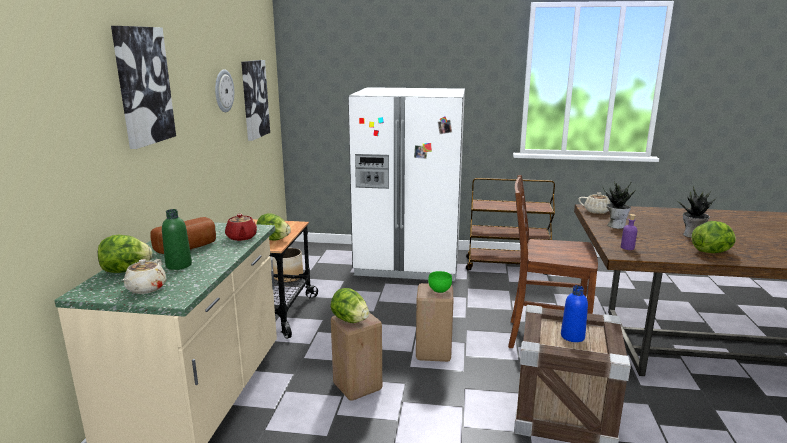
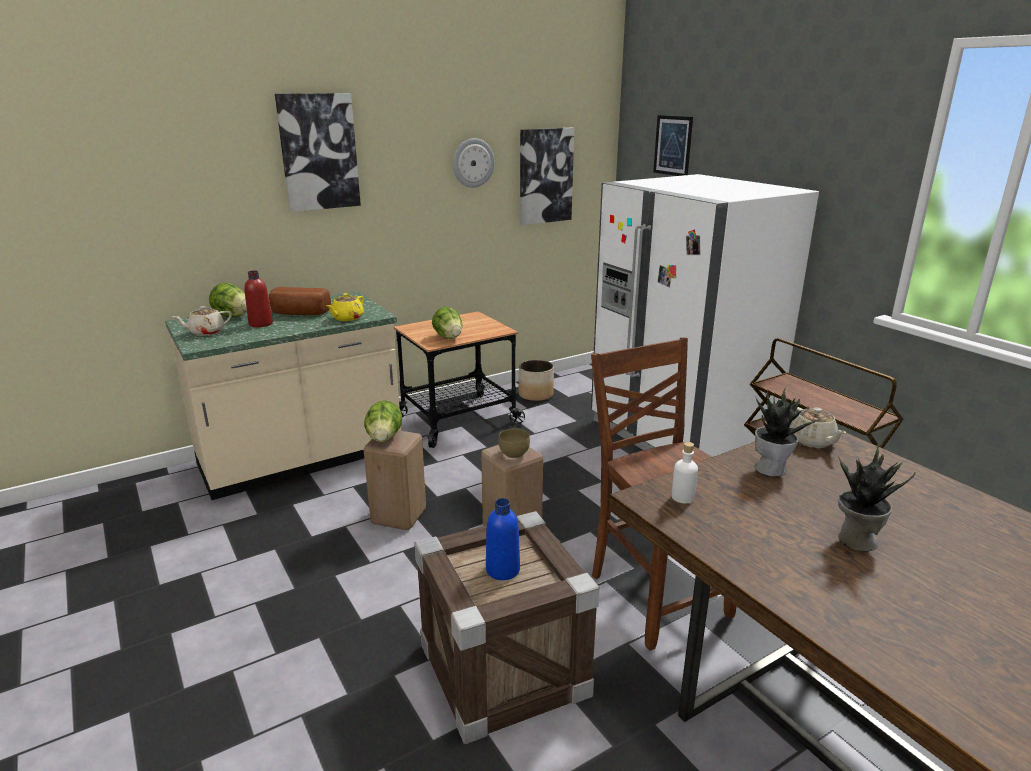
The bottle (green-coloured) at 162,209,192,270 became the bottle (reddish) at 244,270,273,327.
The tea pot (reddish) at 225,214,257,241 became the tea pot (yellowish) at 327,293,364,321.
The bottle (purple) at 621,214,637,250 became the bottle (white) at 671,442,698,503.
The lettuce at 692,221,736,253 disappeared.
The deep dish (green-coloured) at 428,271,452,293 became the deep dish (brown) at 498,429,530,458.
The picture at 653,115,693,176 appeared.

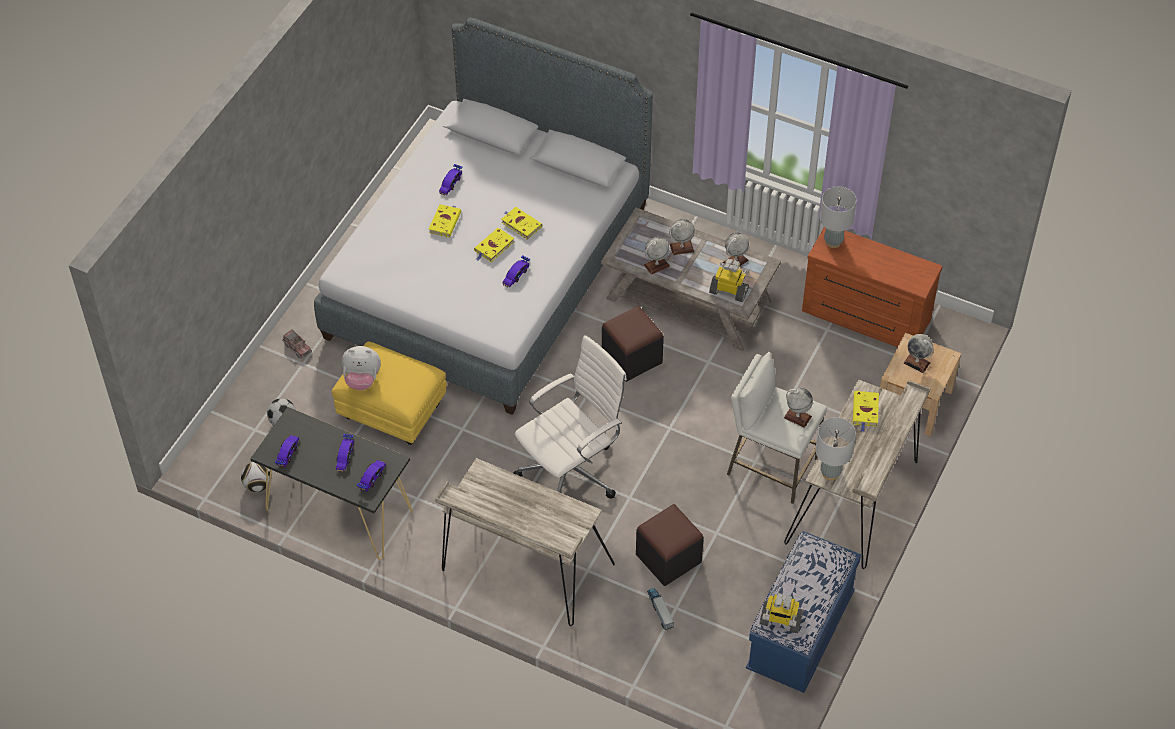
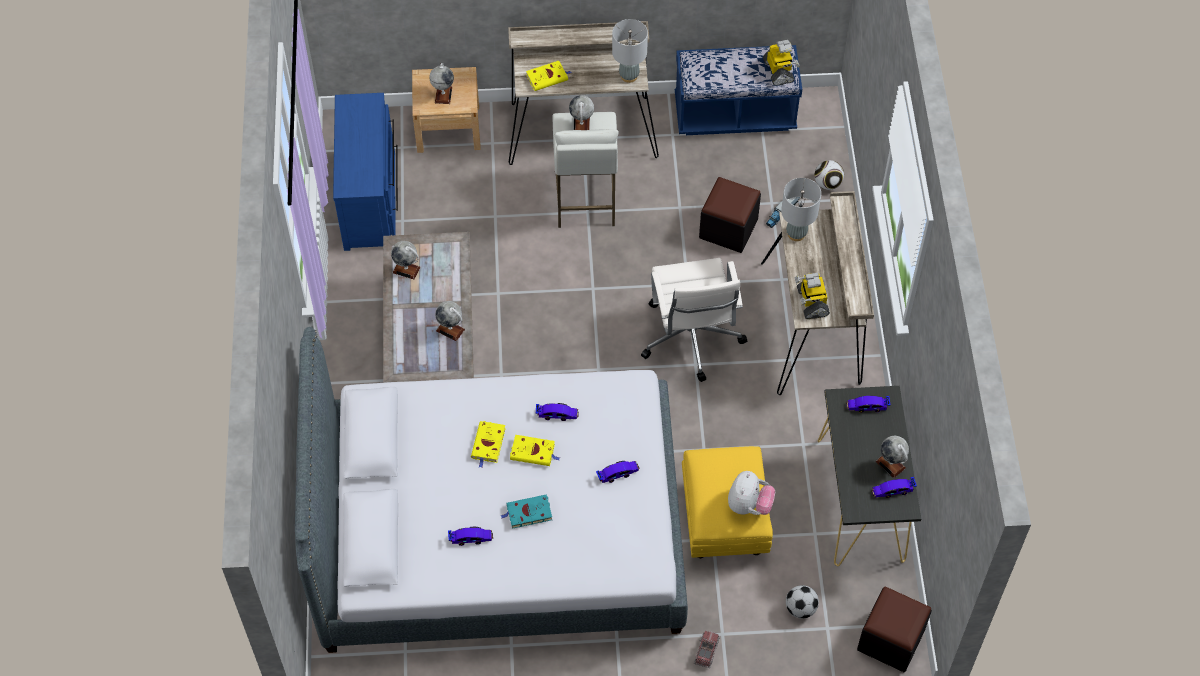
The tabletop lamp (gray) moved from 820,187,857,248 to 781,178,821,241.
The bound book (yellowish) at 429,204,461,238 became the bound book (turquoise-coloured) at 500,494,552,529.
The globe moved from 669,219,695,255 to 876,436,909,478.
The dresser (brown) at 802,227,943,347 became the dresser (blue) at 333,93,398,251.
The robot figure moved from 709,259,749,302 to 794,273,830,319.
The pouffe (black-coloured) moved from 602,306,664,382 to 857,586,932,672.
The desk chair (white) at 513,335,627,498 turned 120 degrees counterclockwise.
The soft toy at 342,346,381,390 turned 45 degrees clockwise.
The model car moved from 336,434,354,472 to 596,461,640,483.
The football moved from 241,462,272,492 to 814,160,844,190.

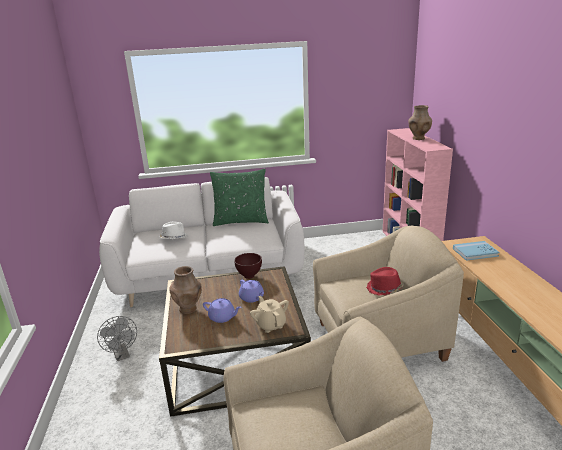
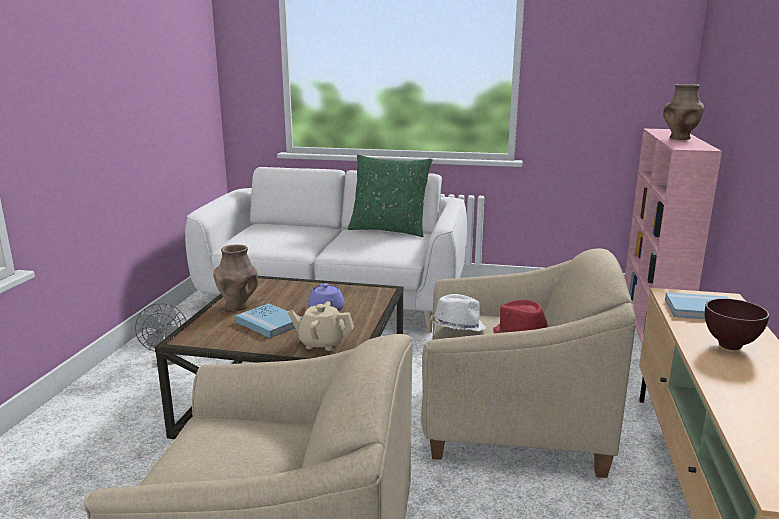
The clothing hat (white) moved from 160,222,188,239 to 430,294,486,331.
The deep dish (brown) moved from 234,253,262,279 to 705,298,769,350.
The tea pot (sand-coloured) at 250,296,289,333 turned 75 degrees counterclockwise.
The tea pot (purple) at 203,298,241,323 was replaced by the bound book (blue) at 235,303,302,338.

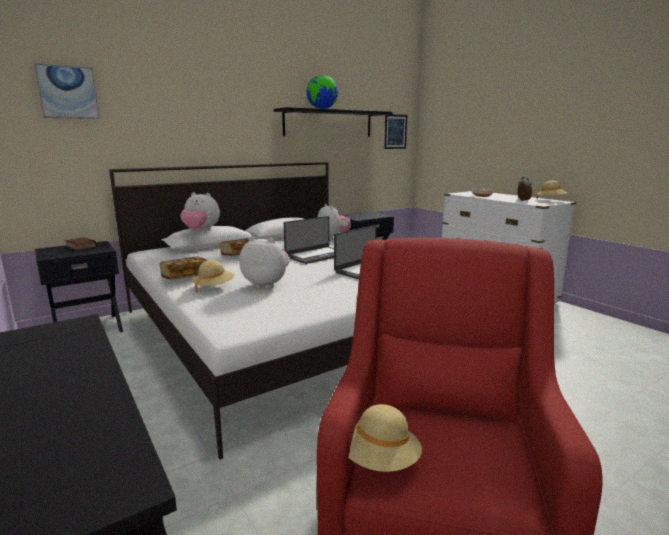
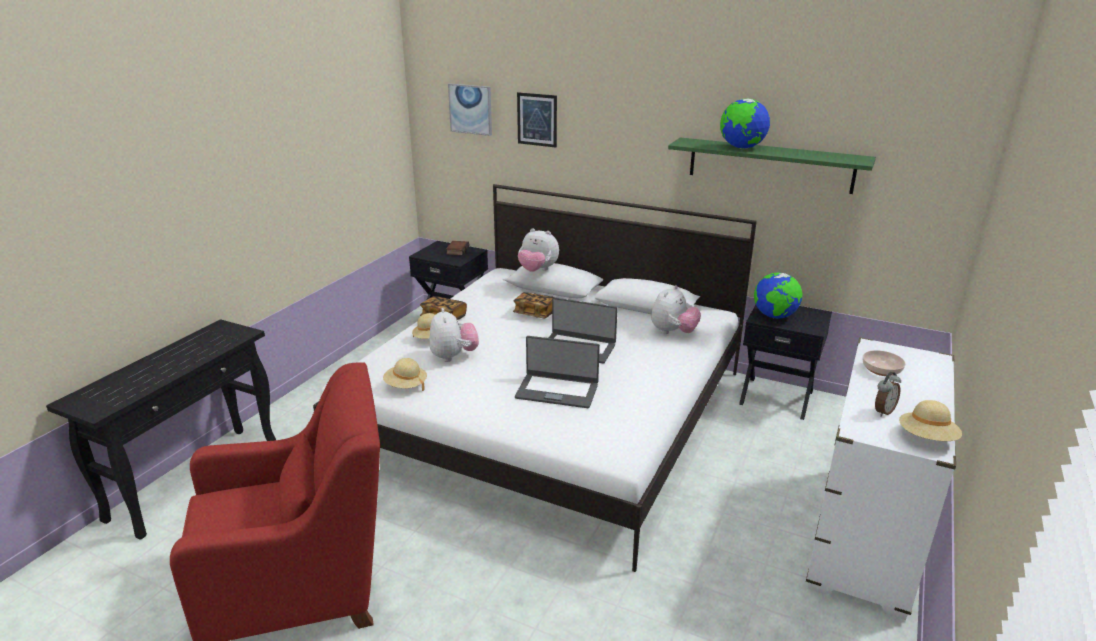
The shelf (black-coloured) at 273,107,392,137 became the shelf (green-coloured) at 668,137,876,194.
The picture moved from 384,114,407,149 to 517,92,557,148.
The soft toy at 180,193,220,231 turned 45 degrees counterclockwise.
The clothing hat (sand-coloured) moved from 348,404,422,472 to 383,358,427,391.
The globe at 754,272,802,319 appeared.

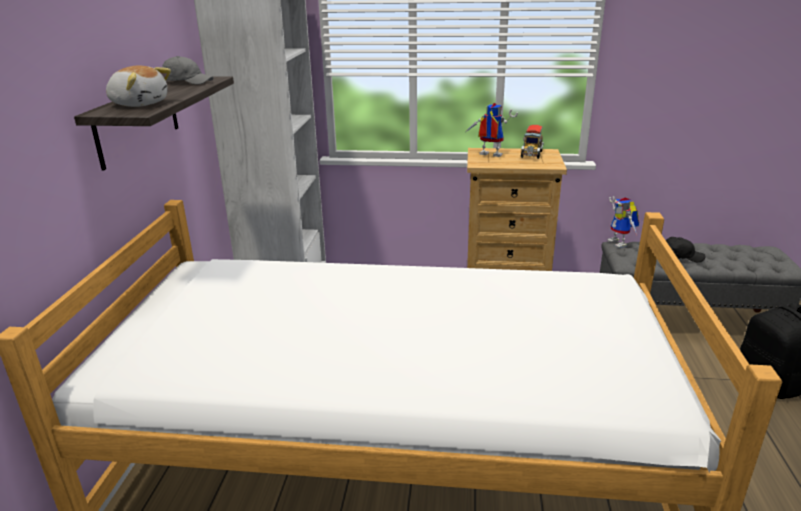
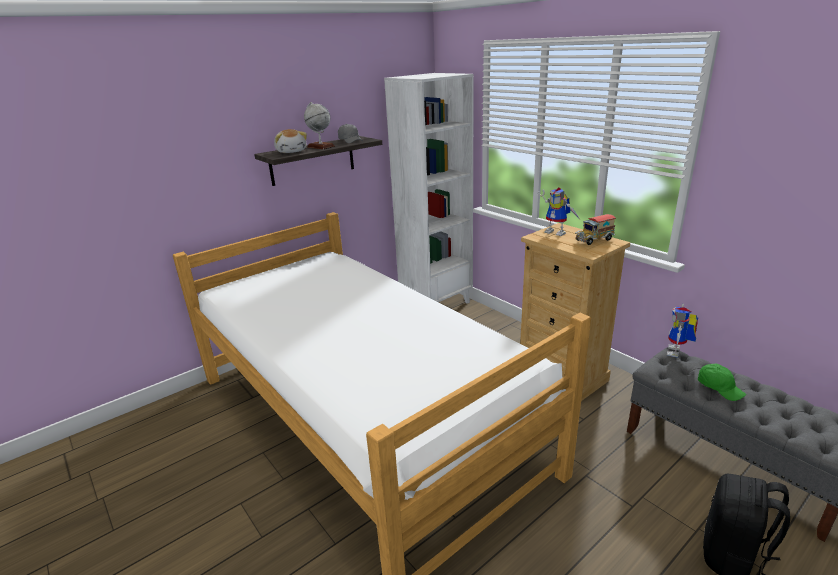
The robot figure at 467,103,518,157 turned 150 degrees clockwise.
The peaked cap (black-coloured) at 666,237,705,262 became the peaked cap (green-coloured) at 698,363,747,401.
The globe at 304,102,335,149 appeared.

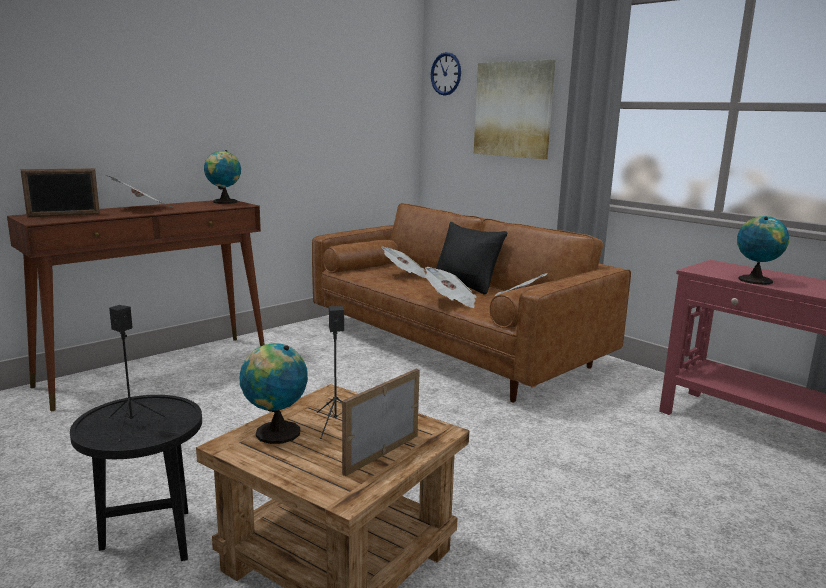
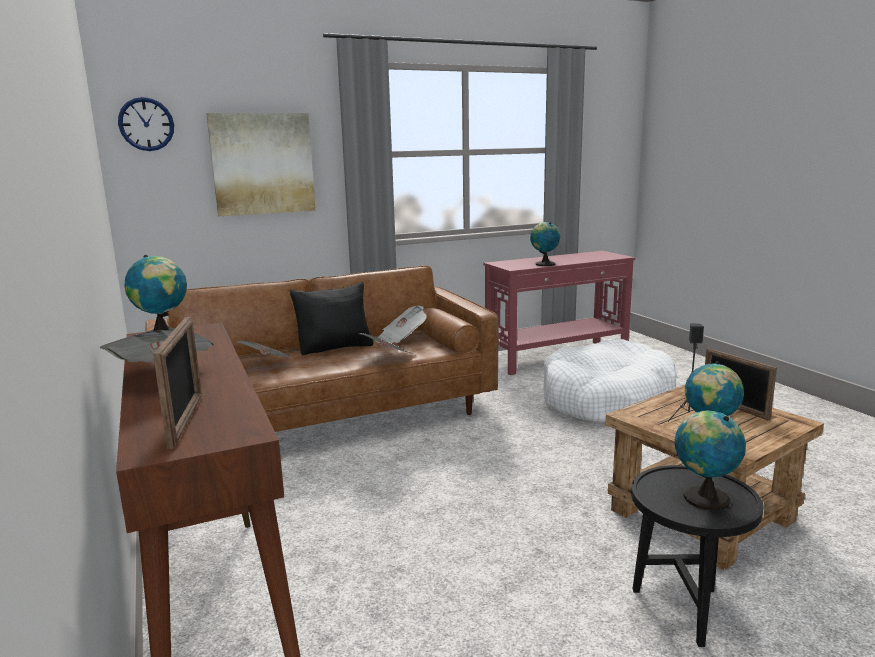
The speaker (black-coloured) at 109,305,167,442 was replaced by the globe at 675,411,746,510.
The dog cushion (white) at 543,339,677,423 appeared.

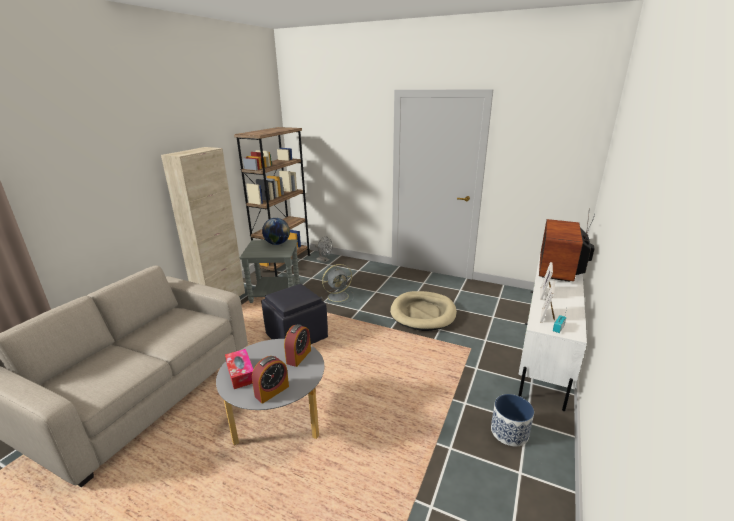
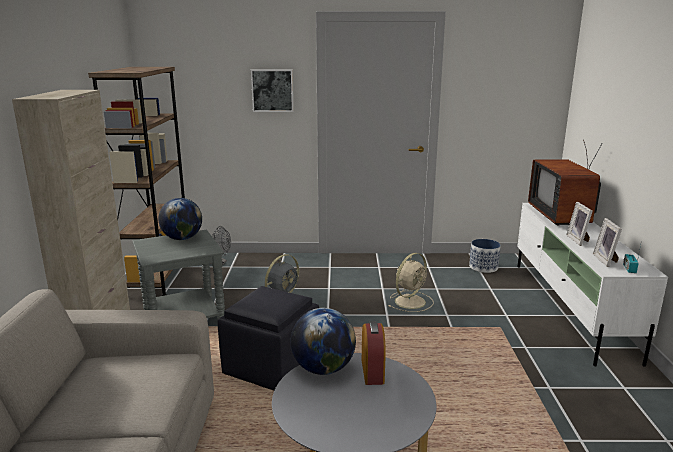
The dog cushion (sand-coloured) at 390,291,457,331 was replaced by the fan (sand-coloured) at 389,253,434,312.
The tissue box at 225,349,254,389 disappeared.
The table clock at 252,356,289,404 disappeared.
The planter moved from 491,394,534,446 to 469,239,501,273.
The picture at 251,69,294,112 appeared.
The globe at 291,308,356,375 appeared.

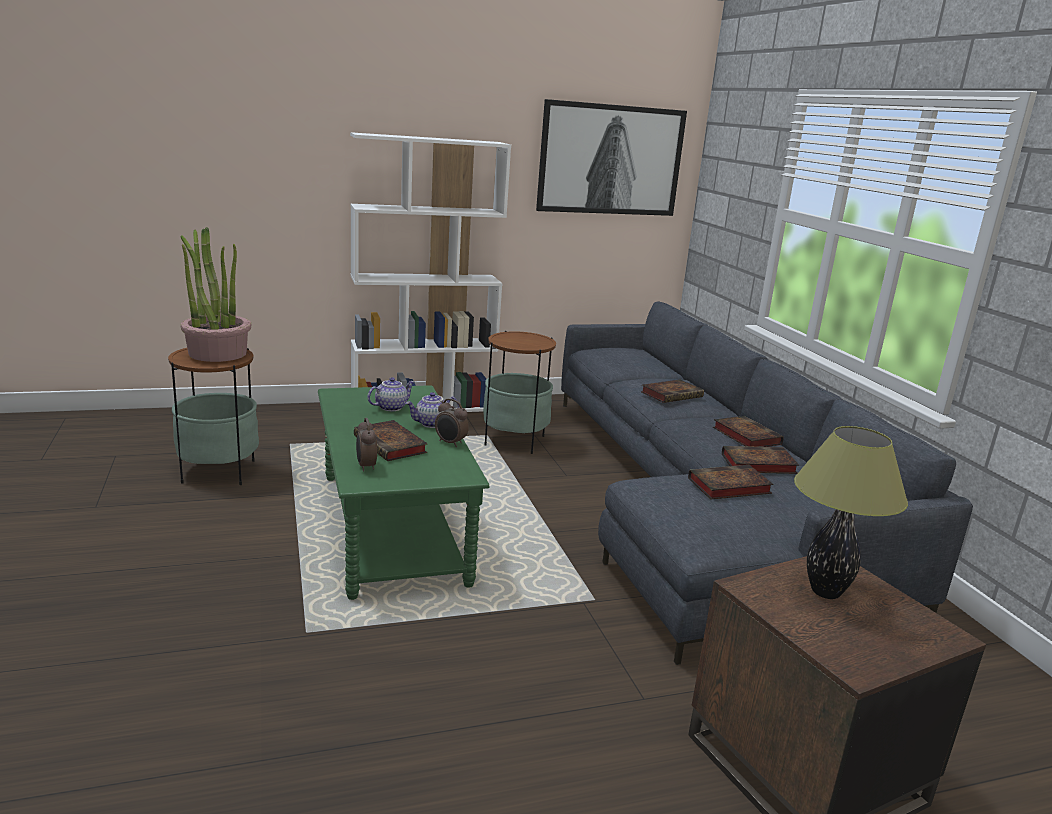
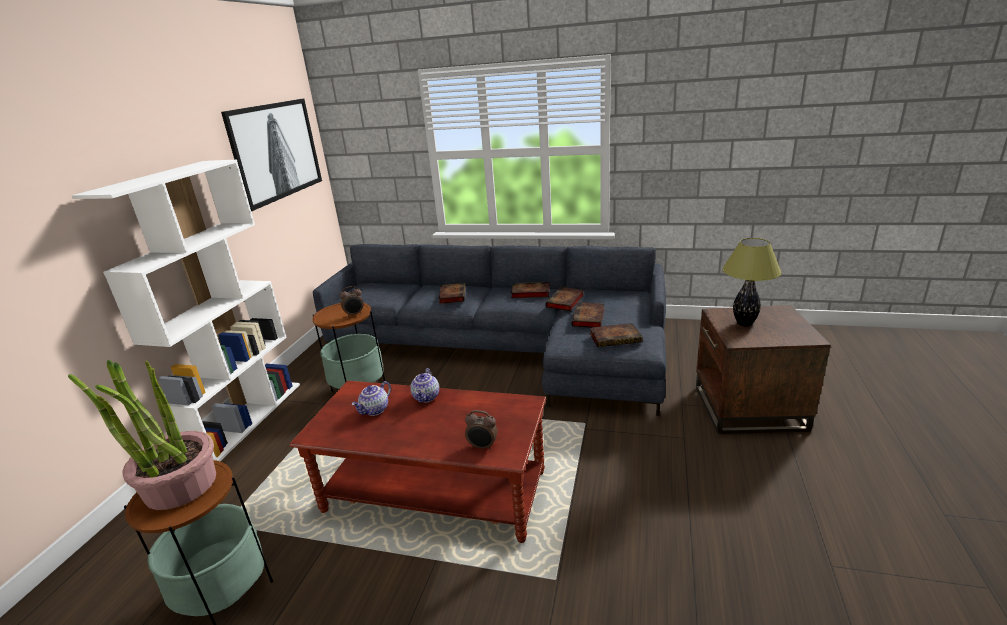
The tea pot at 368,377,414,411 turned 135 degrees counterclockwise.
The low table (green-coloured) at 318,385,490,600 became the low table (brown) at 289,381,546,543.
The table clock moved from 435,398,469,447 to 340,286,364,317.
The bound book moved from 354,420,428,461 to 589,323,643,347.

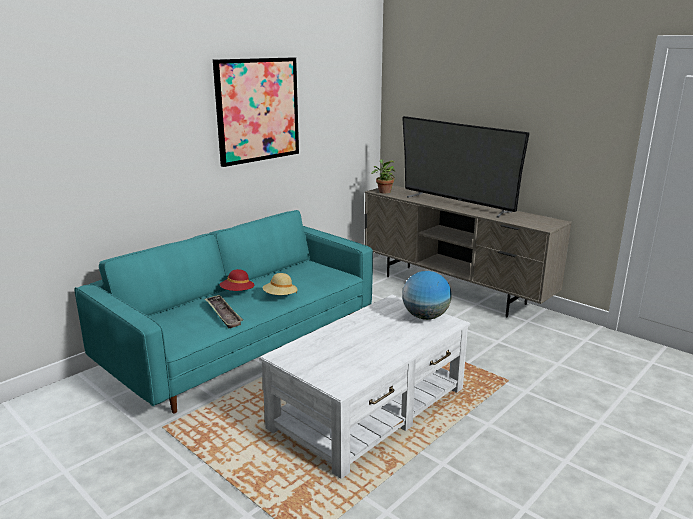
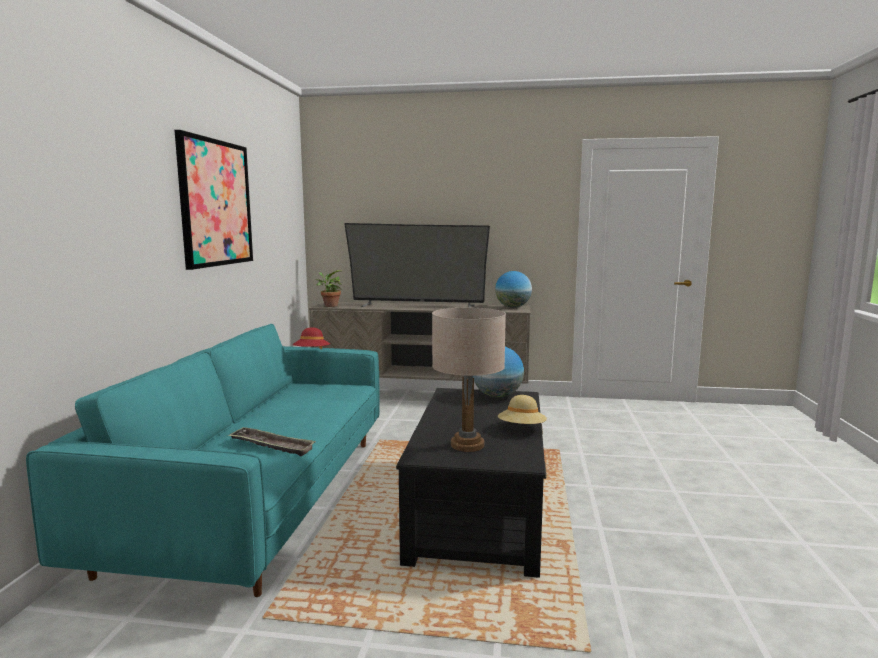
The clothing hat (reddish) moved from 220,269,255,291 to 292,327,330,349.
The clothing hat (sand-coloured) moved from 262,273,298,295 to 498,395,547,424.
The low table (white) at 259,295,470,479 became the low table (black-coloured) at 396,388,547,578.
The globe at 495,271,532,308 appeared.
The tabletop lamp (sand-coloured) at 432,308,506,452 appeared.

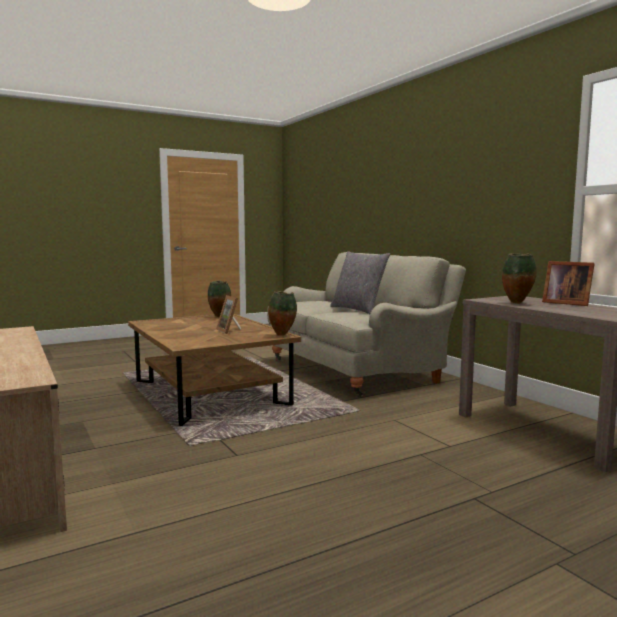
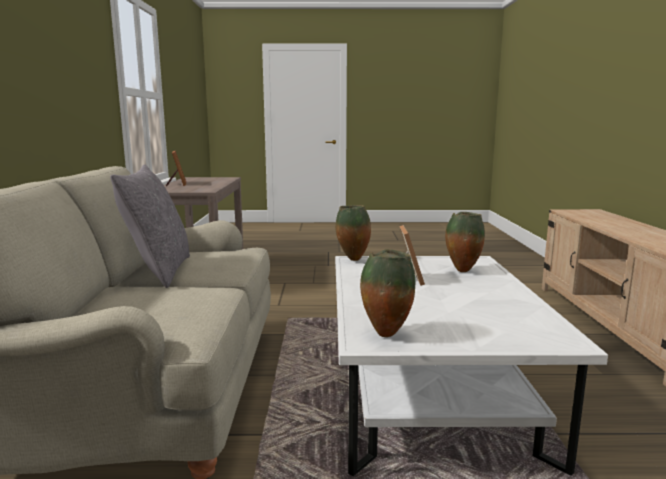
The decorative vase moved from 502,253,537,304 to 445,212,485,272.
The low table (brown) at 128,314,301,426 became the low table (white) at 335,256,608,476.

